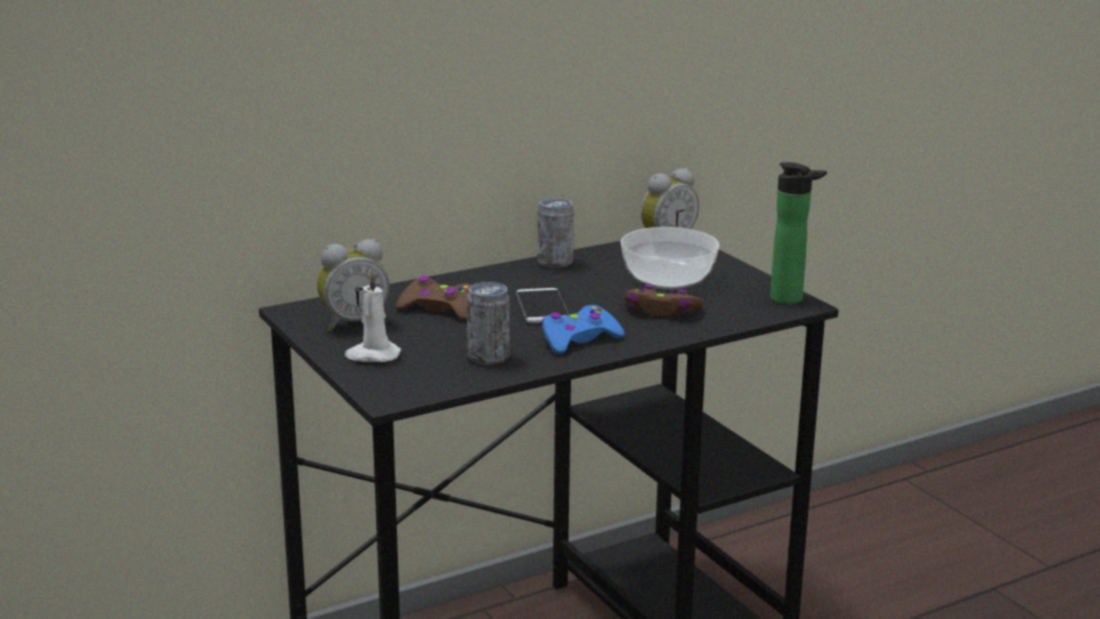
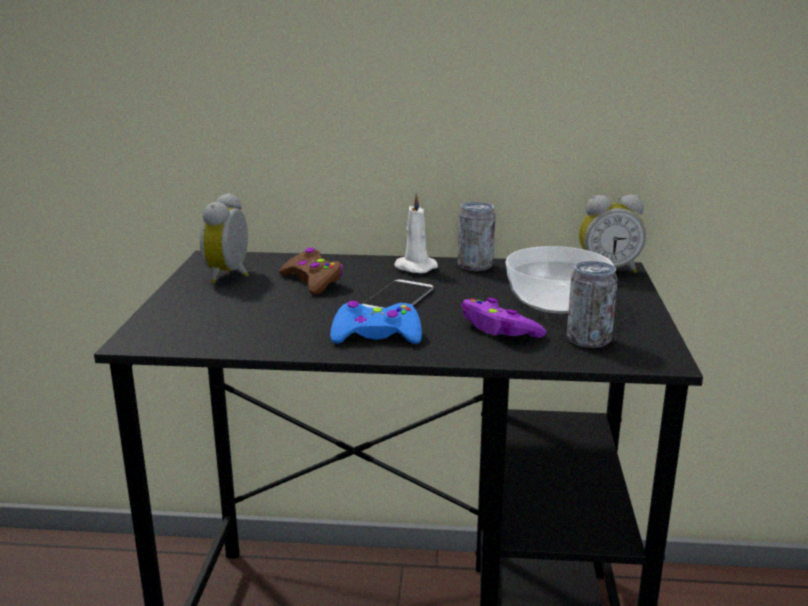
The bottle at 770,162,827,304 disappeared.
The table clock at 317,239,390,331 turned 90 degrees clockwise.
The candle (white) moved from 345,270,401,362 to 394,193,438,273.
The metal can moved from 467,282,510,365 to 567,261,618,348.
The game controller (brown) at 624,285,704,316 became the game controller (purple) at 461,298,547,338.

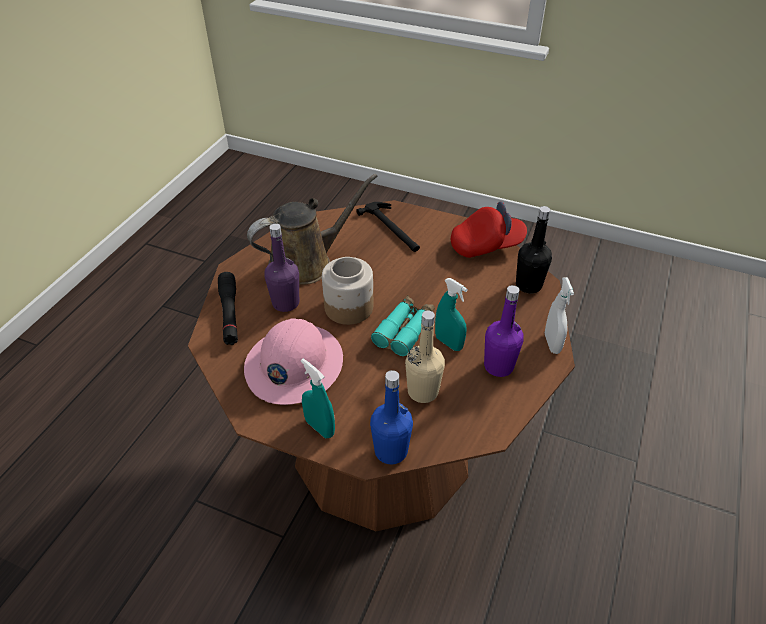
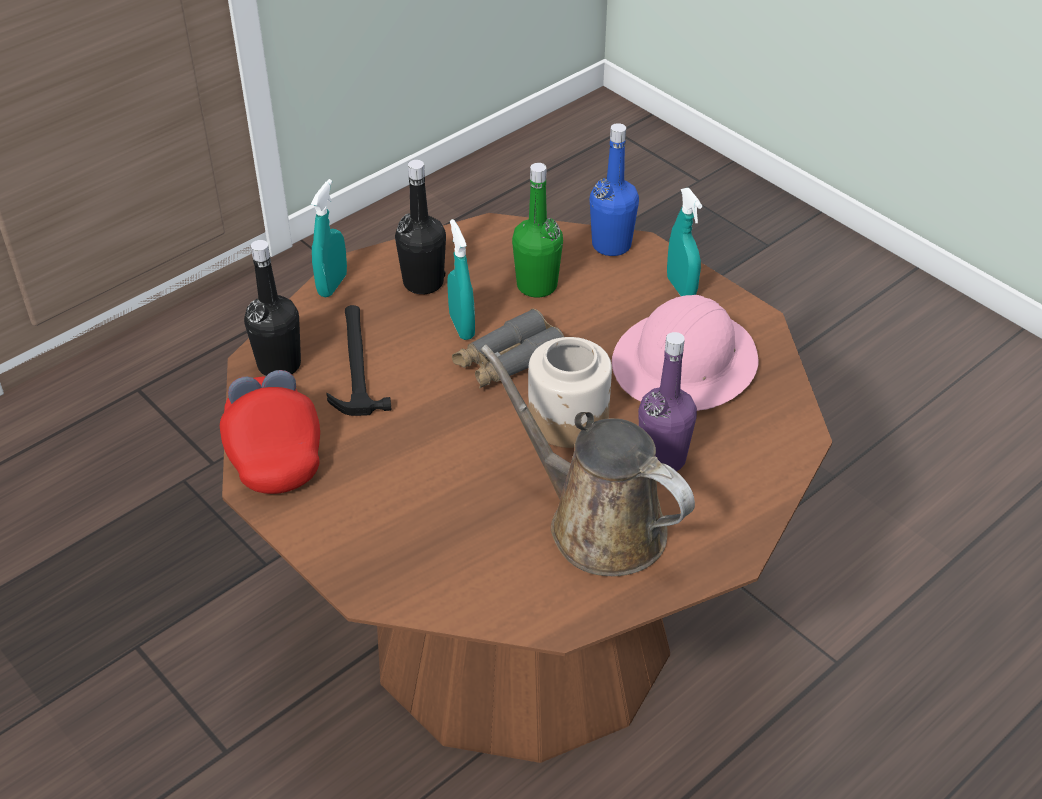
The watering pot (brown) at 247,174,378,285 turned 45 degrees clockwise.
The tool hammer moved from 356,202,420,252 to 326,305,392,416.
The peaked cap (reddish) at 451,202,527,258 turned 60 degrees clockwise.
The flashlight (black-coloured) at 218,272,238,345 disappeared.
The hand sprayer (white) at 545,277,574,354 became the hand sprayer (turquoise-coloured) at 311,179,347,297.
The bottle (purple) at 484,285,523,377 became the bottle (black-coloured) at 395,160,446,294.
The field glasses (turquoise-coloured) at 371,295,435,356 became the field glasses (gray) at 452,309,564,389.
The bottle (sand-coloured) at 405,311,445,403 became the bottle (green-coloured) at 512,163,563,297.

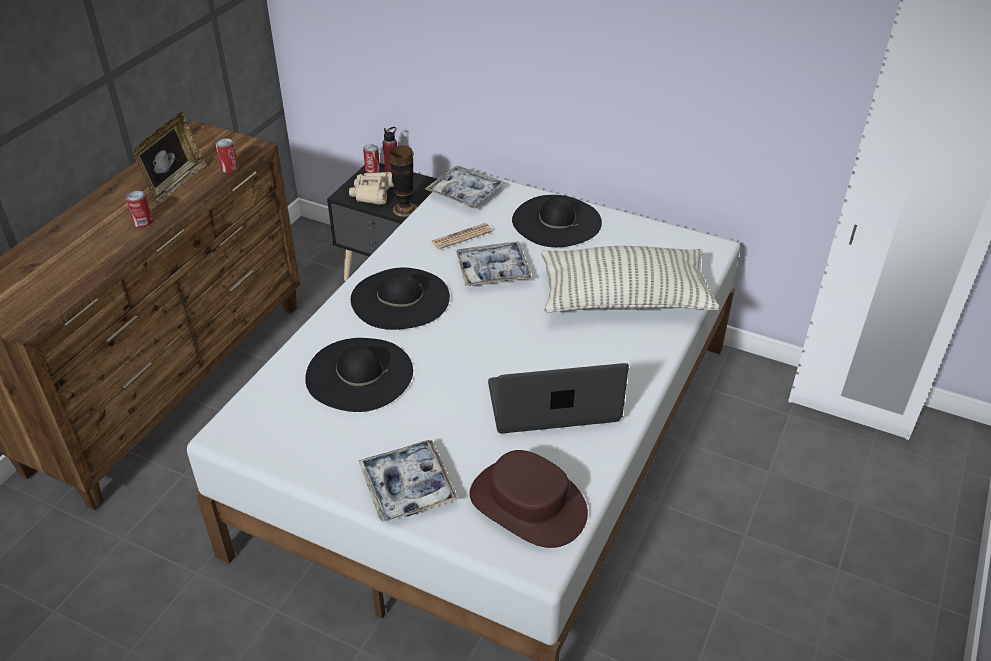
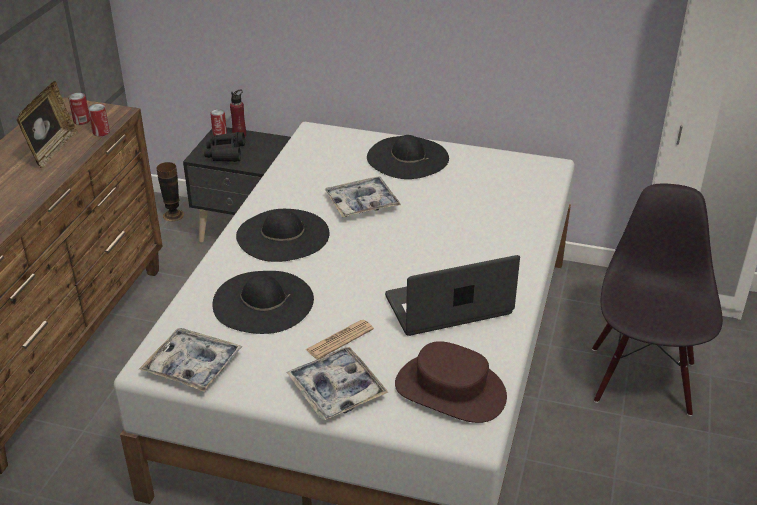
The decorative vase moved from 389,146,417,217 to 157,162,184,221.
The serving tray moved from 425,166,505,208 to 139,328,243,392.
The field glasses (sand-coloured) at 349,172,394,205 became the field glasses (black-coloured) at 204,132,245,162.
The metal can moved from 126,191,153,228 to 68,93,90,125.
The newspaper moved from 431,223,493,249 to 305,319,374,359.
The pillow at 541,246,720,313 disappeared.
The upright chair (black-coloured) at 592,184,723,416 appeared.

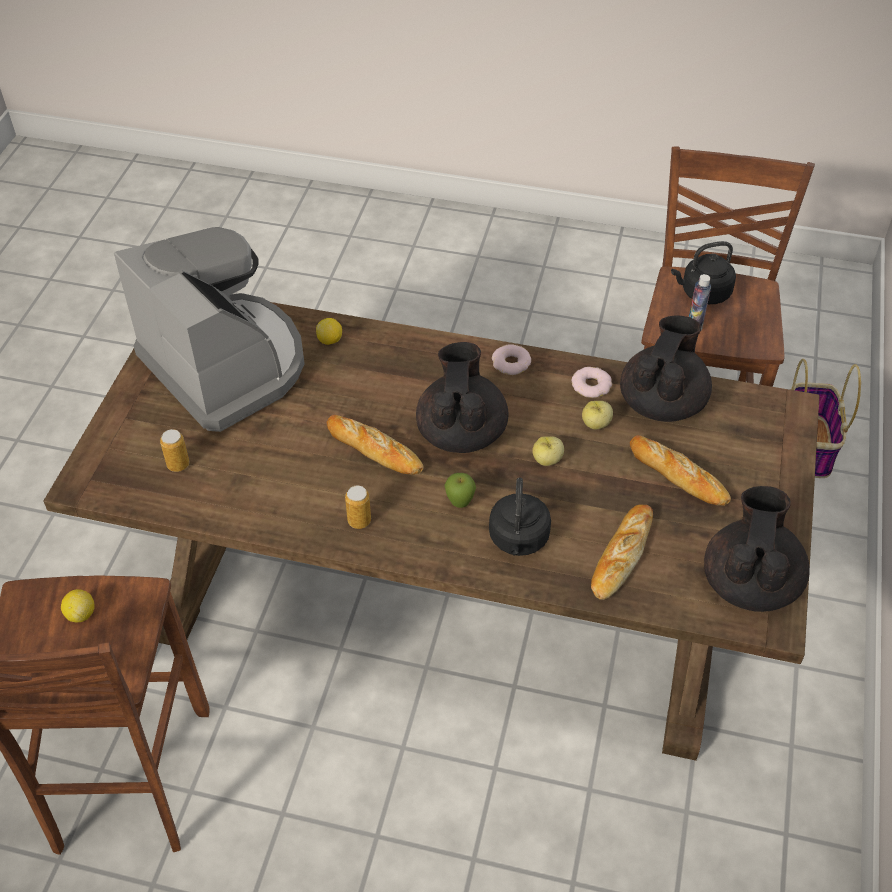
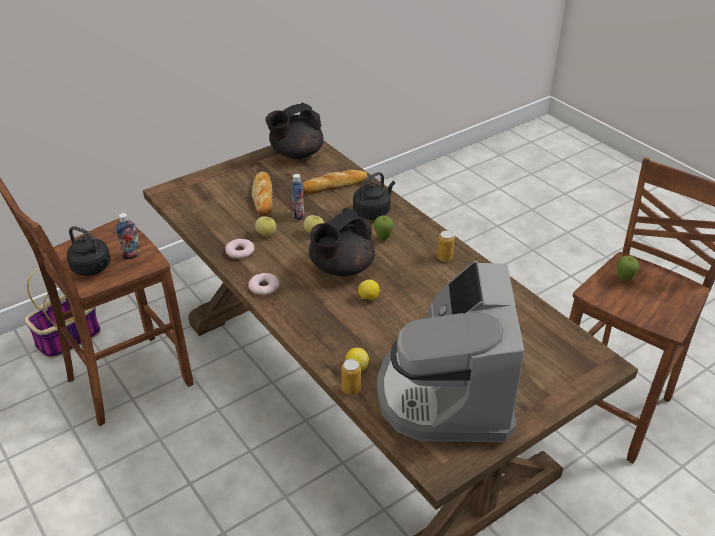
The tea pot (black-coloured) at 620,316,712,422 disappeared.
The bread at 327,414,424,475 disappeared.
The metal can moved from 160,429,189,472 to 341,359,361,395.
The whole lemon moved from 61,589,94,622 to 358,280,379,300.
The bottle at 291,174,304,220 appeared.
The apple at 617,256,639,282 appeared.

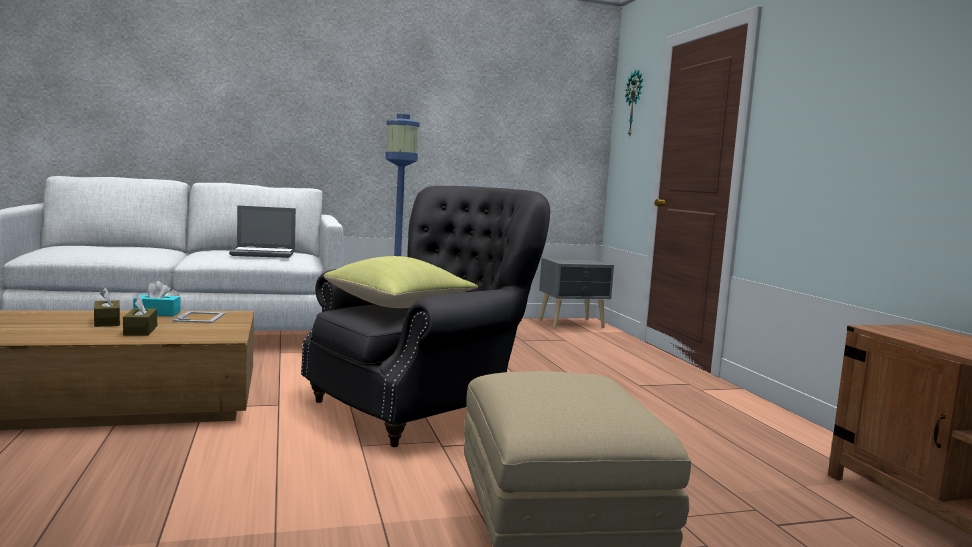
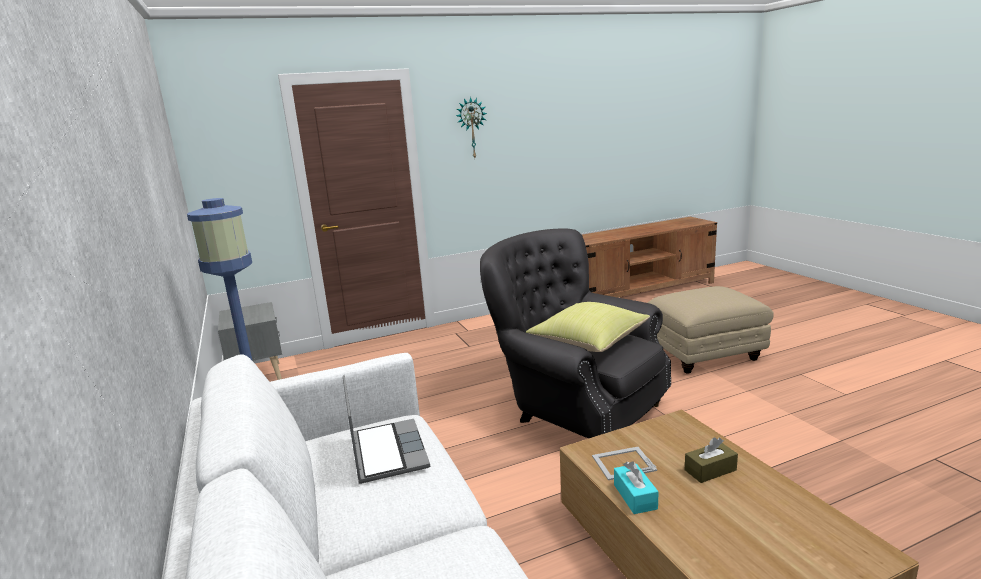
The wall clock moved from 625,69,643,138 to 456,97,487,158.
The tissue box (brown) at 94,287,120,327 disappeared.

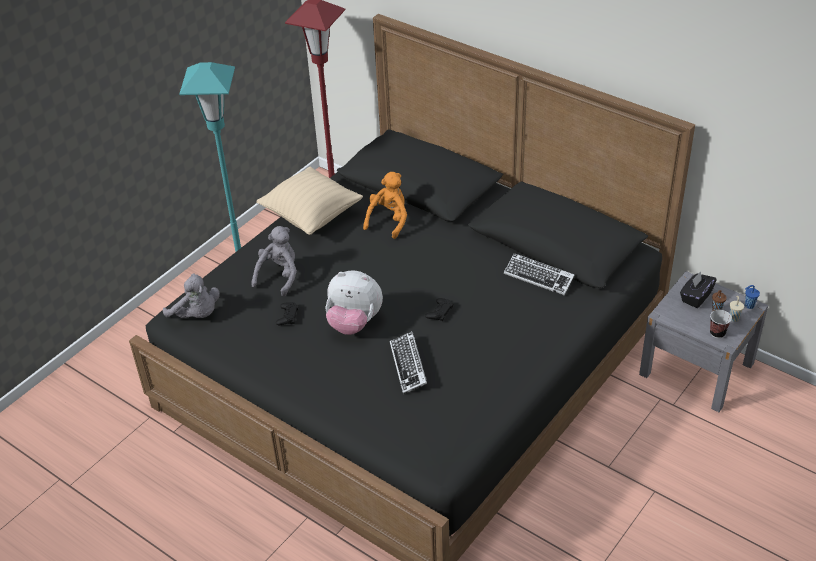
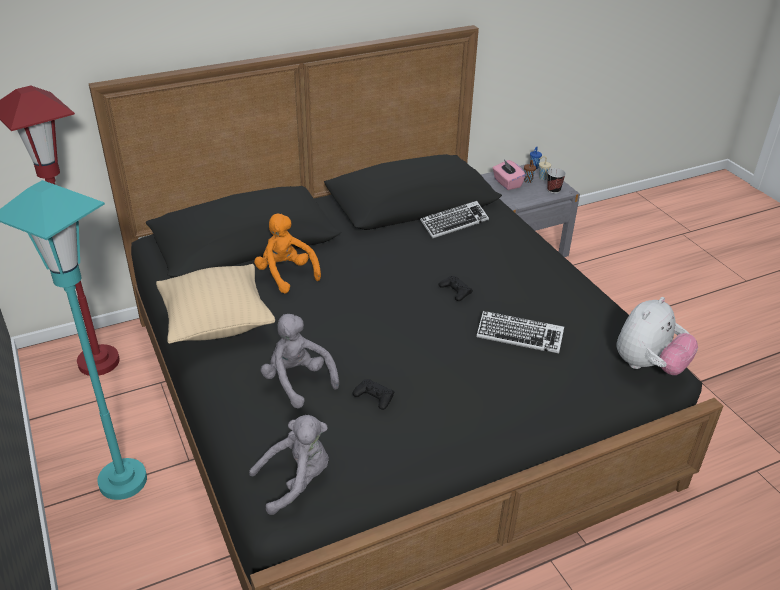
The soft toy moved from 325,271,383,335 to 616,297,698,375.
The tissue box (black-coloured) at 680,271,717,308 became the tissue box (pink) at 493,160,525,190.

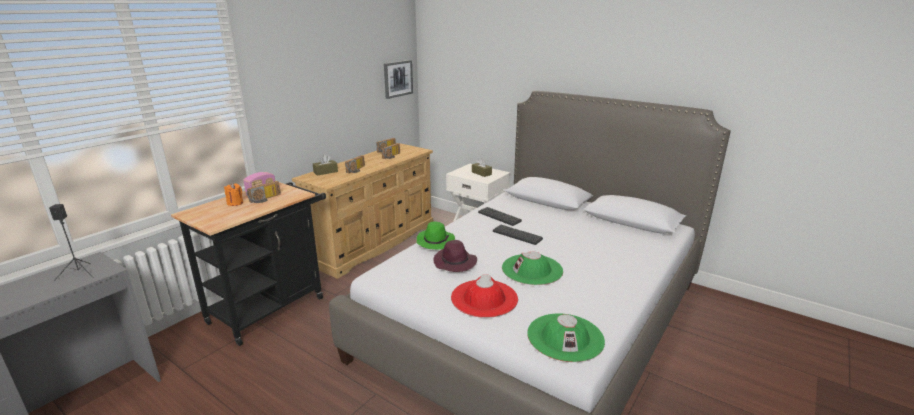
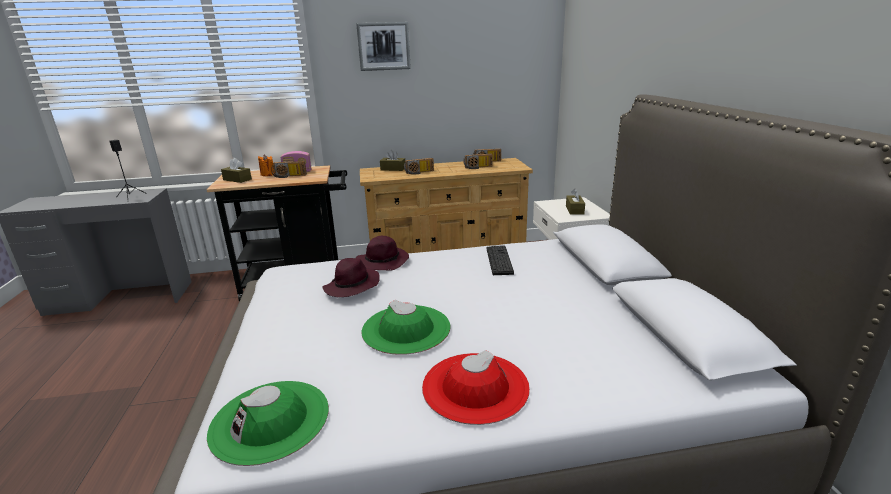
The picture moved from 384,60,413,99 to 356,22,411,71.
The clothing hat (green-coloured) at 417,222,455,250 became the clothing hat (purple) at 356,236,409,270.
The keyboard at 493,225,543,245 disappeared.
The clothing hat (reddish) moved from 451,274,518,318 to 422,350,530,425.
The tissue box (brown) at 221,158,252,183 appeared.

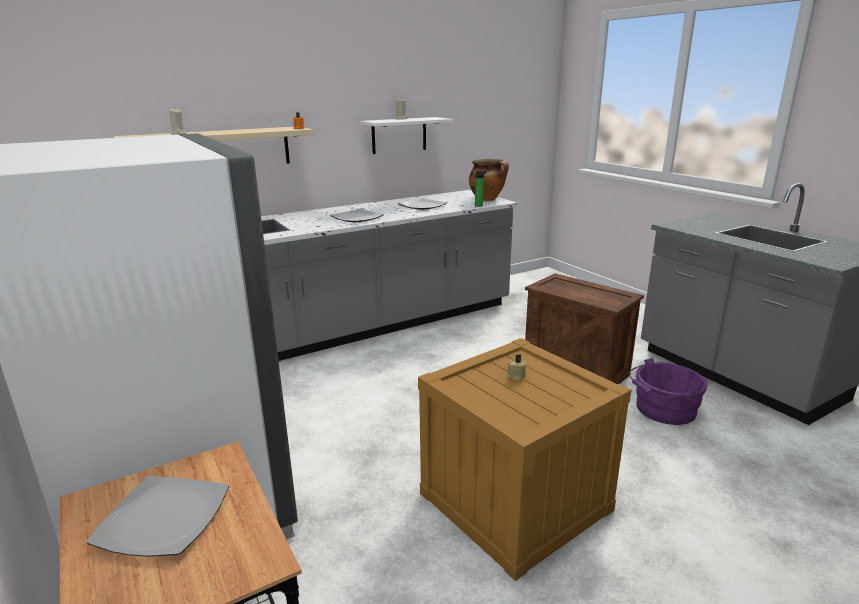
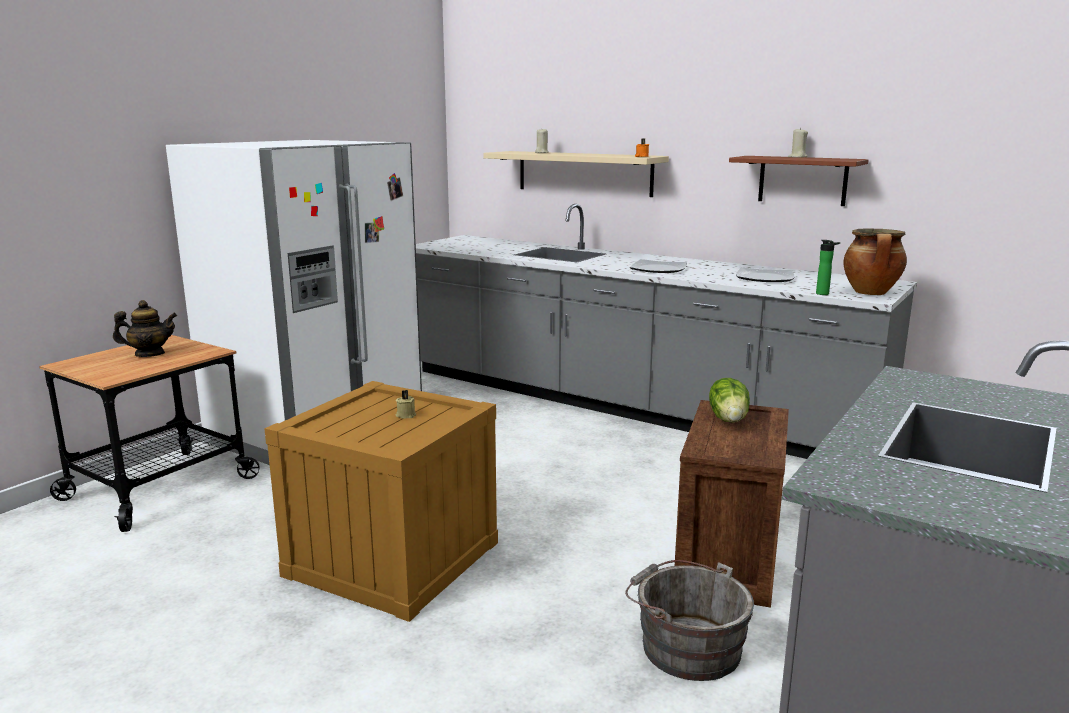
The shelf (white) at 360,117,453,154 became the shelf (brown) at 729,156,869,206.
The pail (purple) at 628,358,708,425 became the pail (gray) at 625,560,754,681.
The dinner plate at 87,476,229,557 was replaced by the tea pot at 113,300,177,357.
The lettuce at 709,378,750,423 appeared.

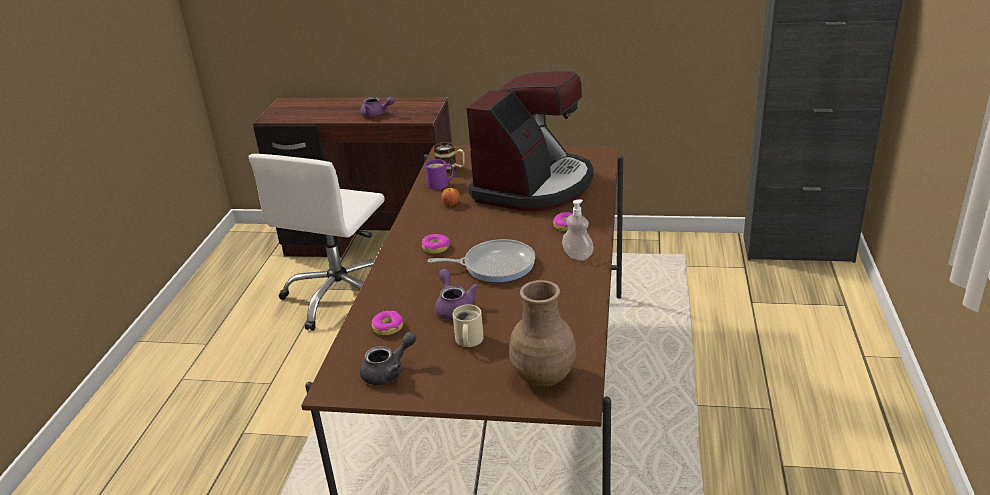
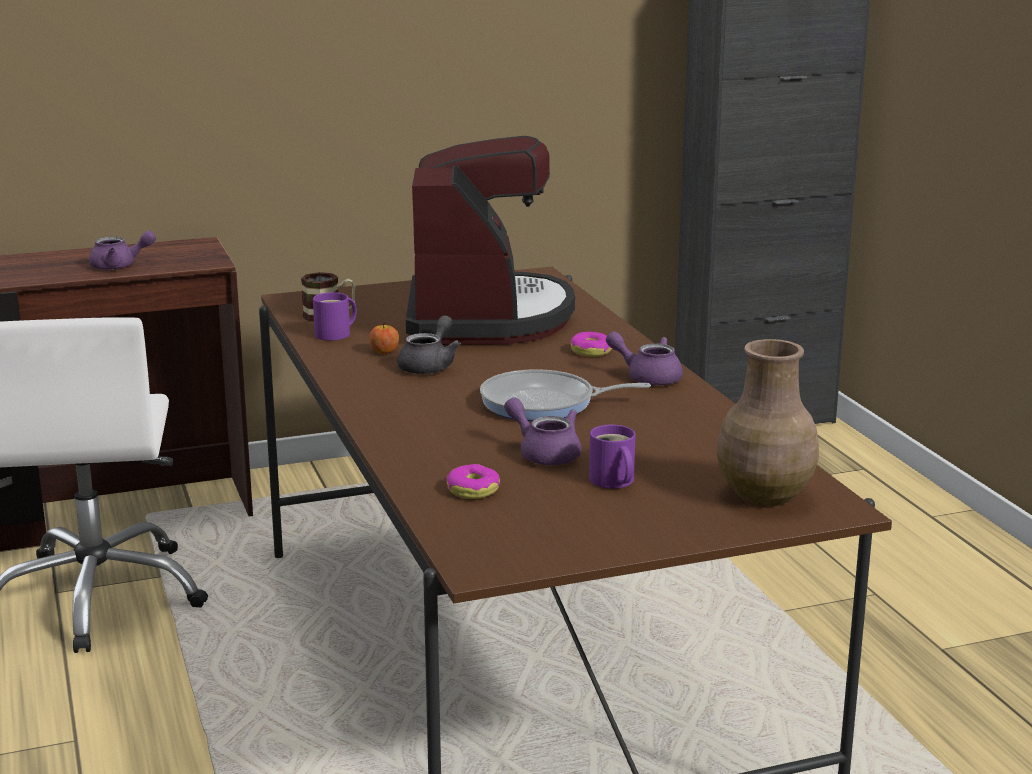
The liquid soap bottle at 562,199,594,260 was replaced by the tea pot (purple) at 606,331,683,386.
The doughnut at 422,234,450,254 disappeared.
The skillet at 427,239,535,283 turned 150 degrees counterclockwise.
The mug (sand-coloured) at 453,304,484,347 became the mug (purple) at 589,425,635,489.
The tea pot (gray) moved from 360,332,416,385 to 397,315,461,374.

